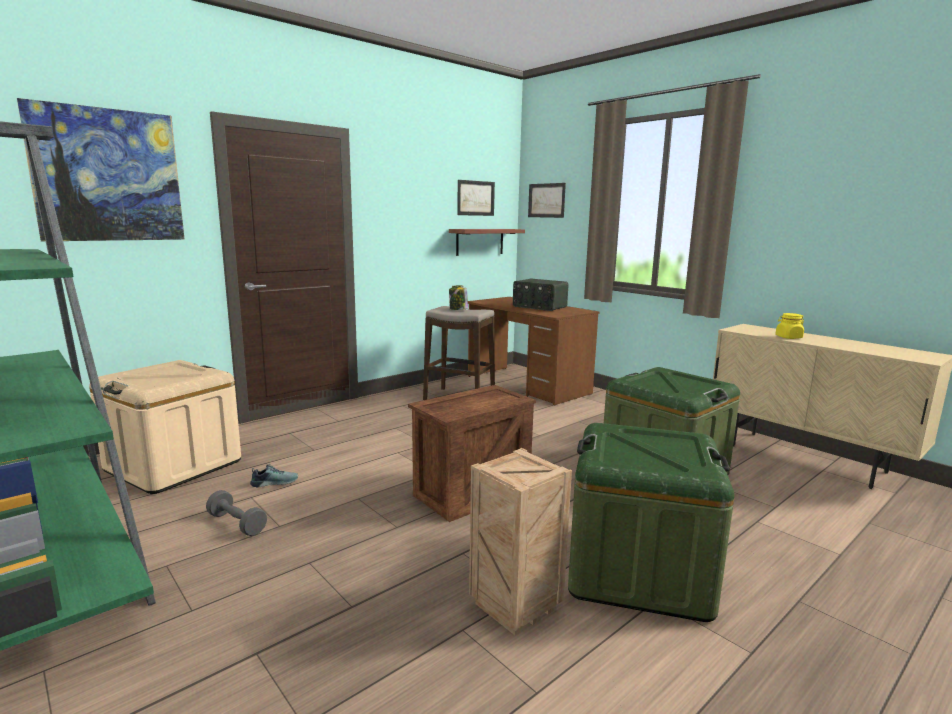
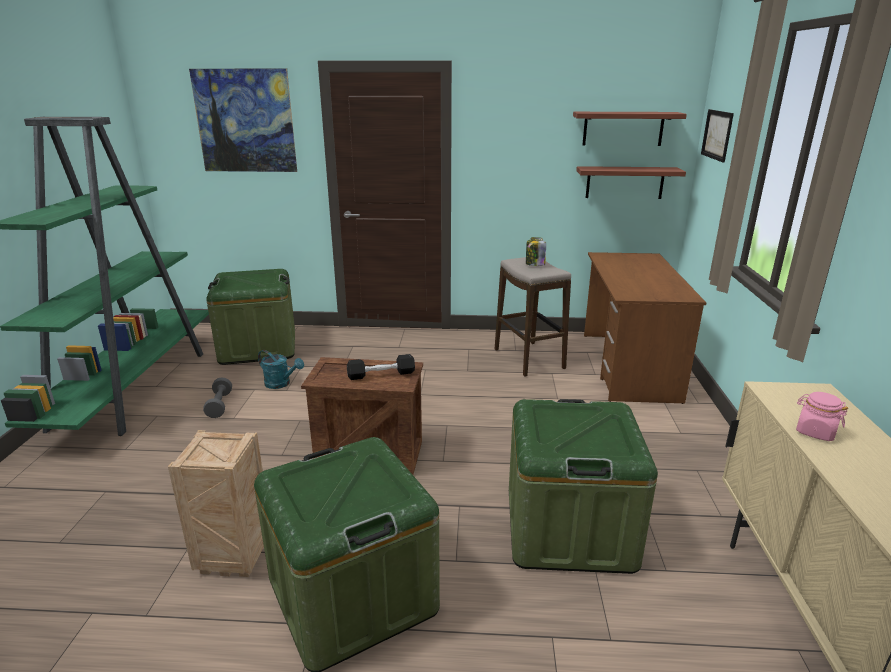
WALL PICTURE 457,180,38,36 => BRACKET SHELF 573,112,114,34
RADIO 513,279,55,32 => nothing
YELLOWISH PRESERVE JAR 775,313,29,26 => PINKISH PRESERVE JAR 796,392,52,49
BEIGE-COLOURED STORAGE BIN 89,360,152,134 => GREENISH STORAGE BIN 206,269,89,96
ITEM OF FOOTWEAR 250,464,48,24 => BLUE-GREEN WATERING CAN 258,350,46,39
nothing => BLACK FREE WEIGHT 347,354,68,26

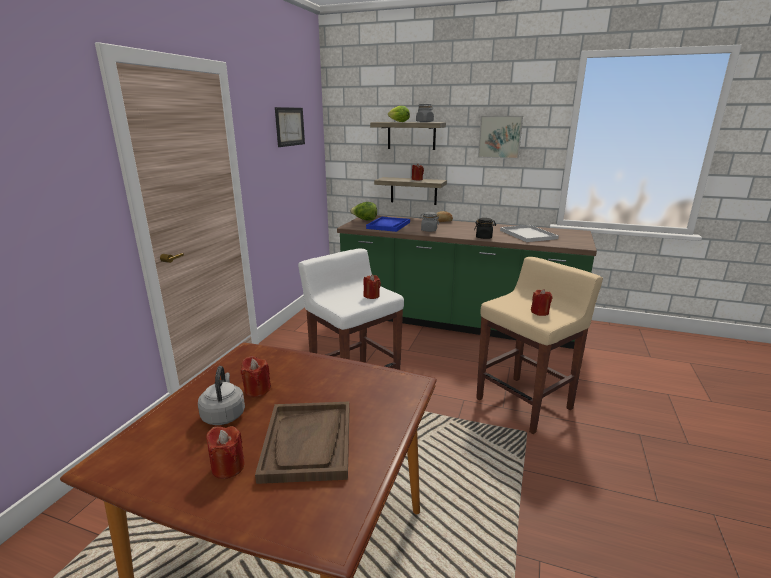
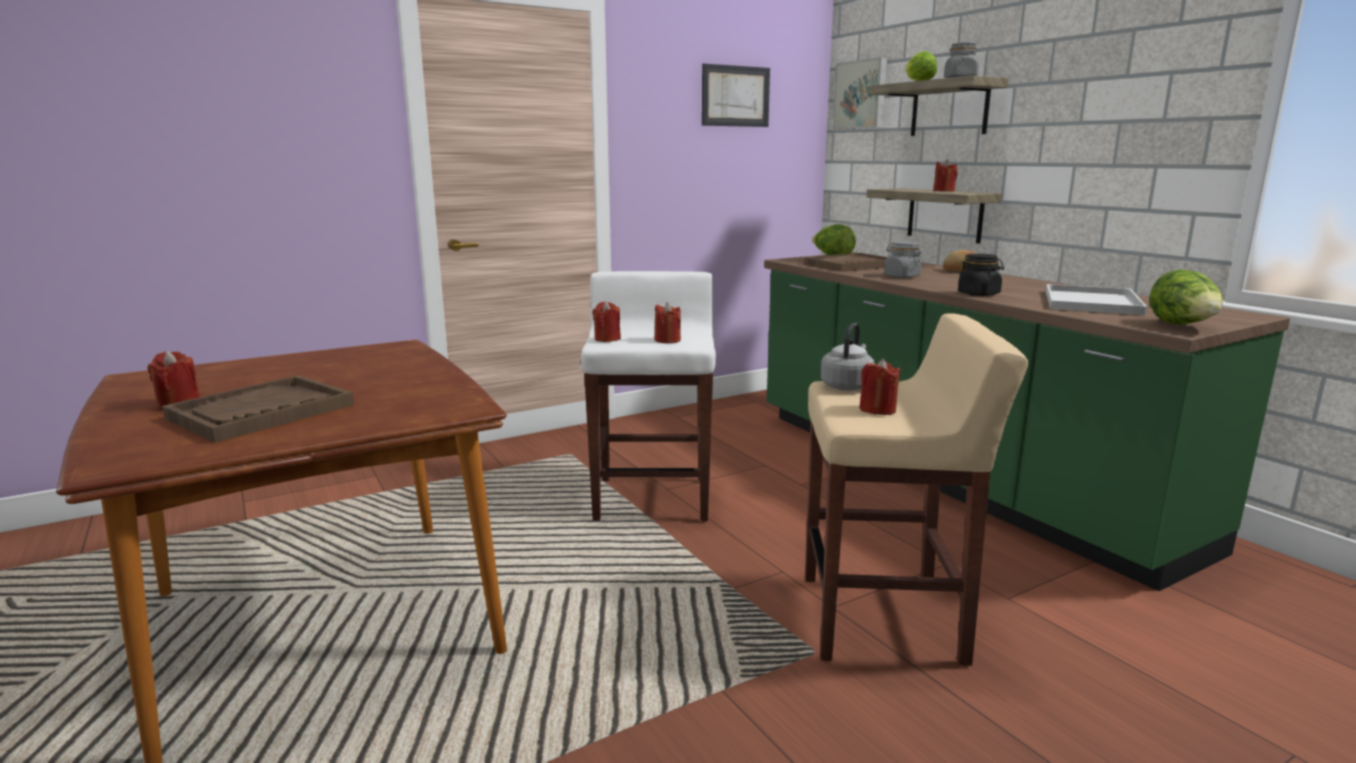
WALL PICTURE 478,116,45,43 => WALL PICTURE 832,57,55,72, moved
BLUE-COLOURED SERVING TRAY 366,217,44,15 => BROWN SERVING TRAY 804,253,84,19
RED WAX LIGHT 241,356,30,41 => RED WAX LIGHT 593,301,28,41, moved
GREY TEA KETTLE 198,366,47,59 => GREY TEA KETTLE 820,323,55,68, moved
nothing => LETTUCE 1150,269,73,56

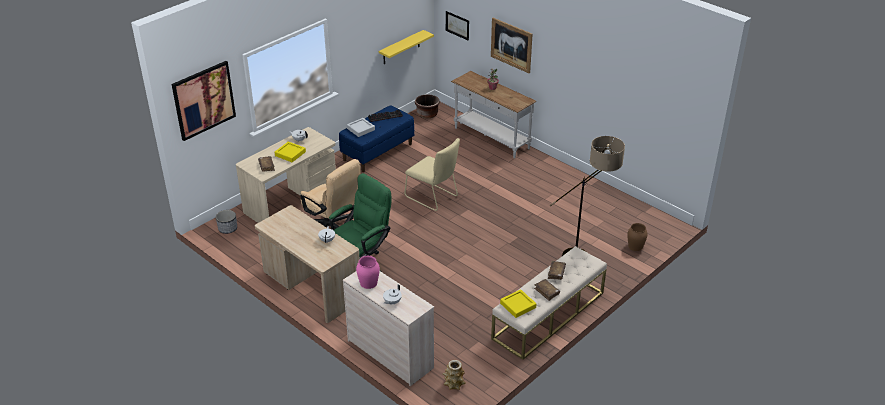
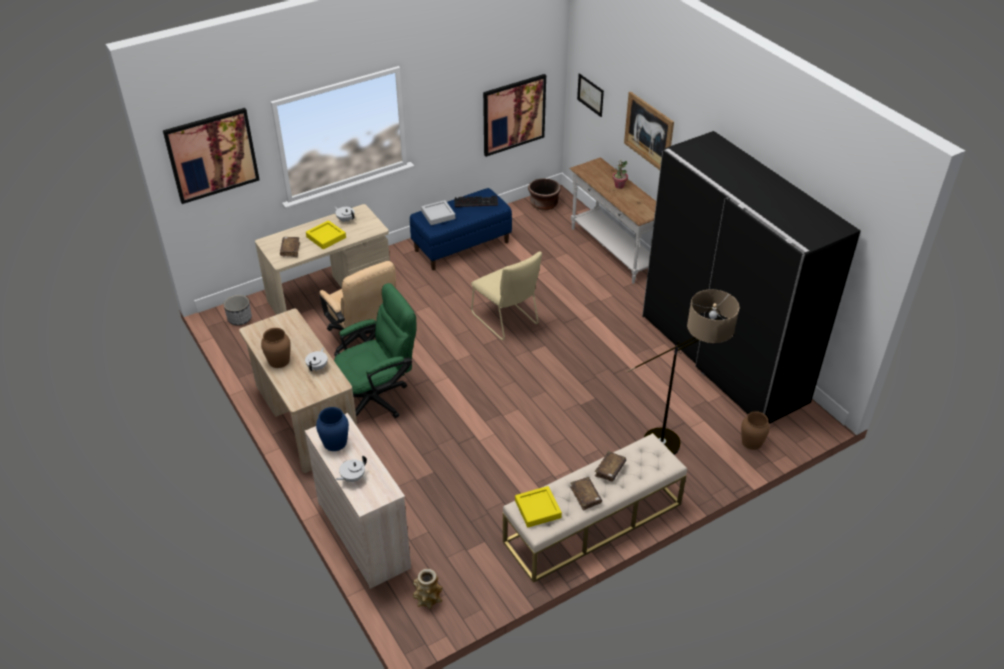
YELLOWISH BRACKET SHELF 379,30,55,34 => WALL PICTURE 483,74,63,83
PINKISH FLOWER VASE 356,256,24,33 => BLUE-COLOURED FLOWER VASE 316,407,33,44
nothing => BLACK ARMOIRE 642,131,219,293
nothing => BROWN FLOWER VASE 261,328,30,40

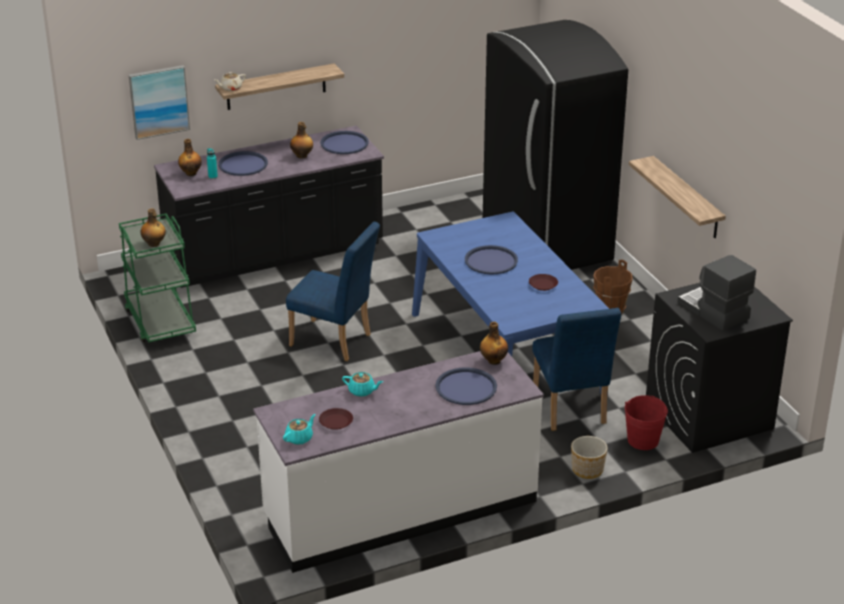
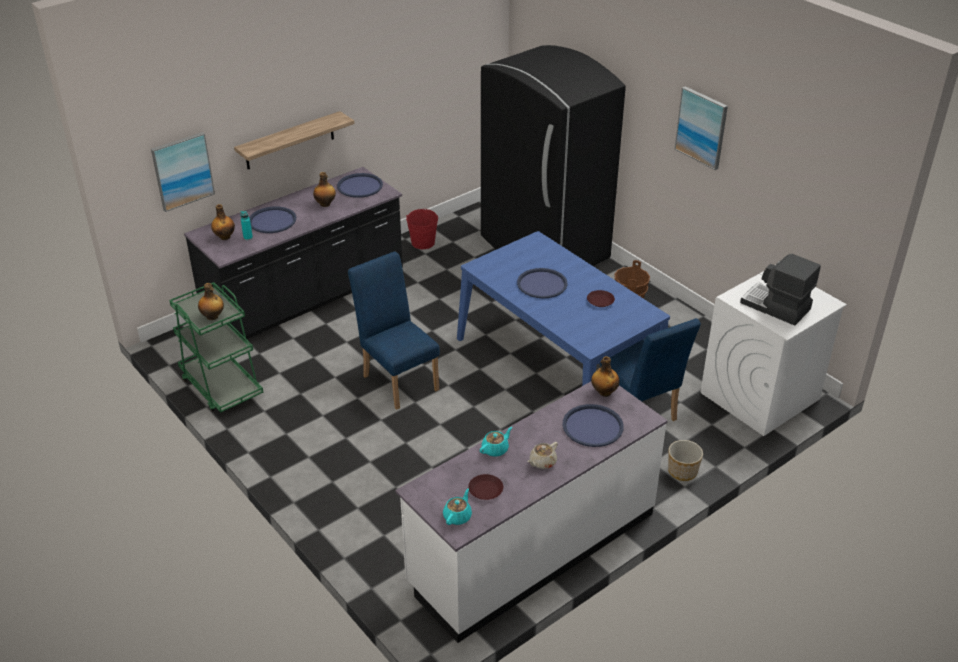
BEIGE-COLOURED POT FOR TEA 214,72,32,19 => BEIGE-COLOURED POT FOR TEA 528,442,30,27, moved
BRACKET SHELF 629,156,97,82 => nothing
BLUE-COLOURED UPRIGHT CHAIR 286,222,94,139 => BLUE-COLOURED UPRIGHT CHAIR 348,251,92,159, 135 degrees counterclockwise
BLACK LAUNDRY APPLIANCE 646,283,147,170 => WHITE LAUNDRY APPLIANCE 700,271,147,165
BLUE-GREEN POT FOR TEA 342,372,41,25 => BLUE-GREEN POT FOR TEA 480,427,32,30, 45 degrees counterclockwise
RED PAIL 625,395,43,55 => RED PAIL 406,209,32,40, moved
nothing => WALL PICTURE 675,86,53,84

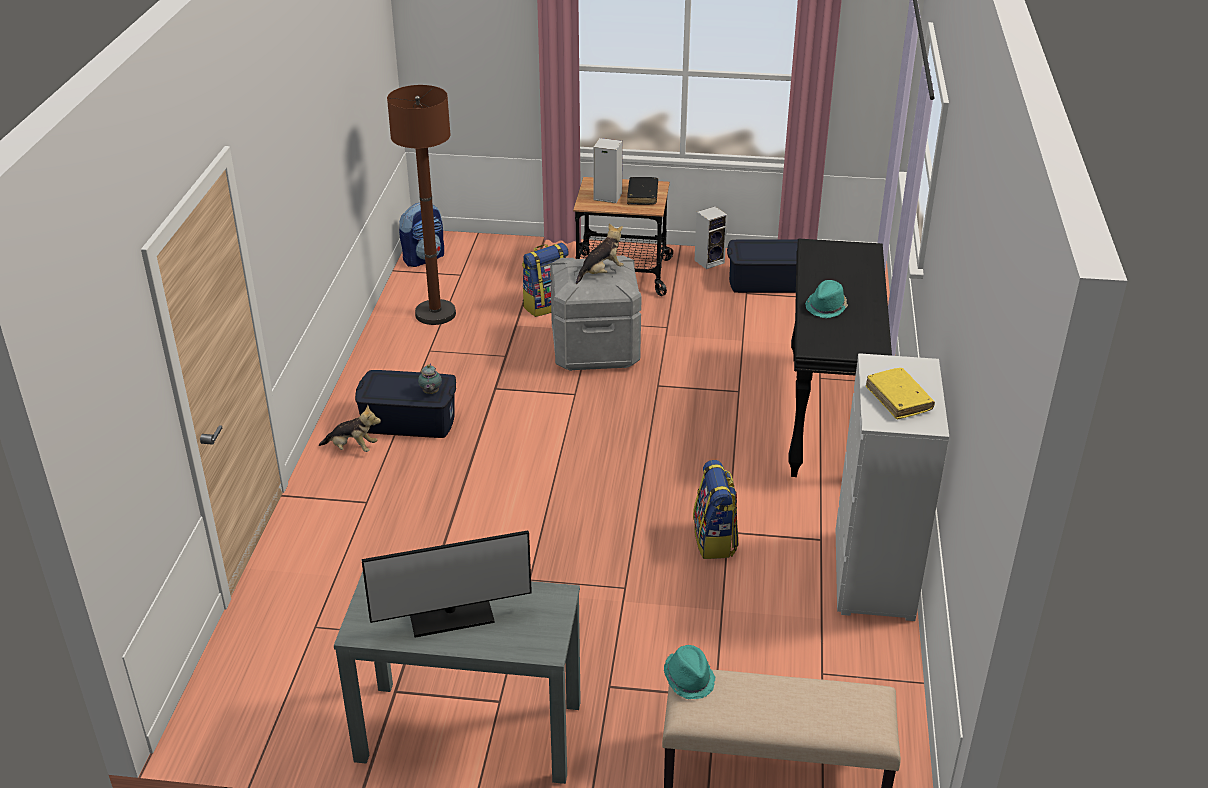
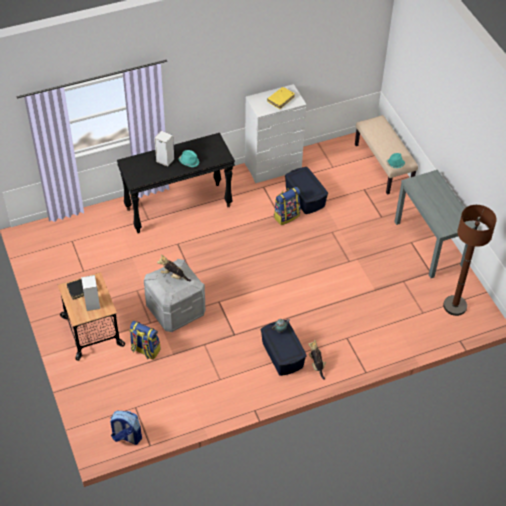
BROWN FLOOR LAMP 387,85,69,240 => BROWN FLOOR LAMP 443,205,54,111, moved
SPEAKER 694,206,33,63 => SPEAKER 155,130,19,37, moved
BLUE-COLOURED STORAGE BIN 727,239,71,54 => BLUE-COLOURED STORAGE BIN 285,167,43,47, moved
COMPUTER SCREEN 361,530,171,108 => nothing

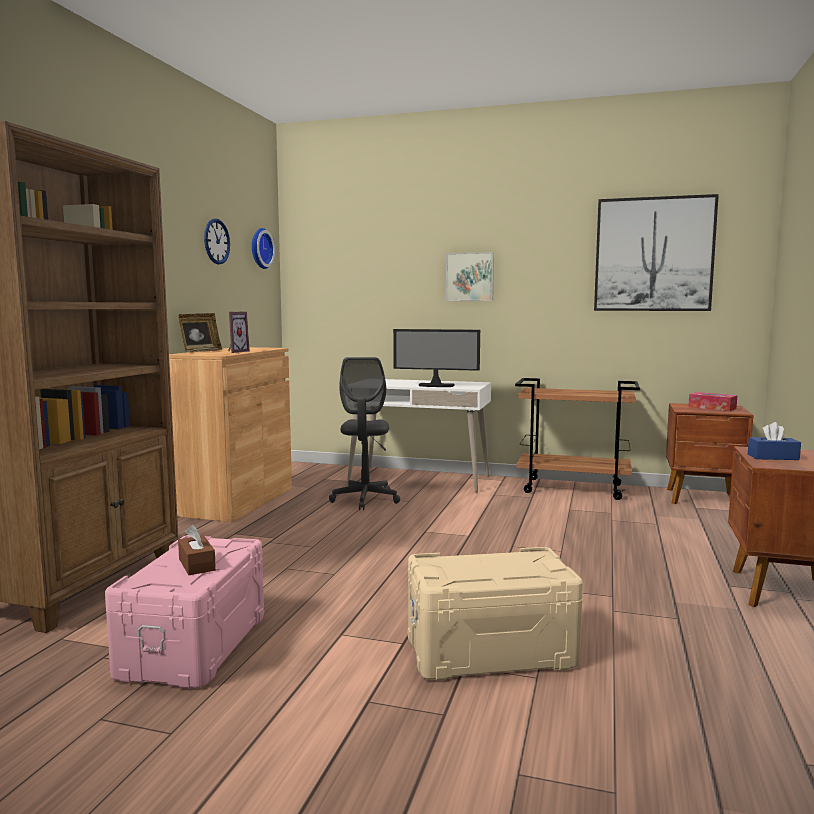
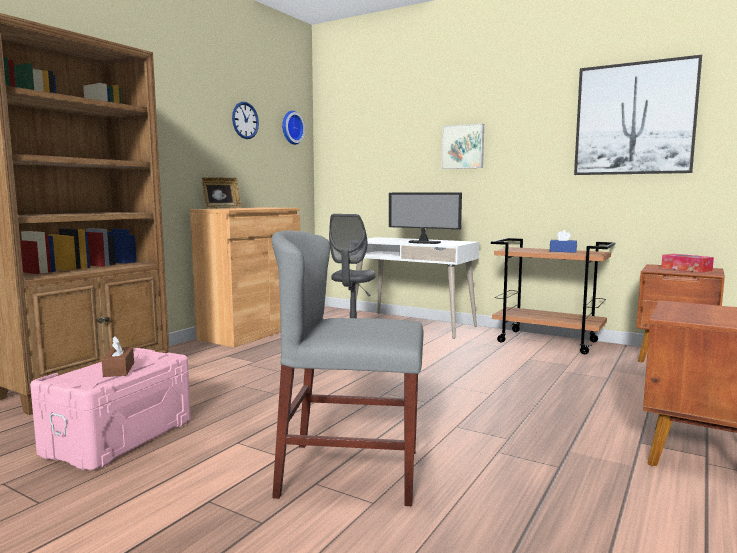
PICTURE FRAME 228,312,22,41 => nothing
BLUE-COLOURED TISSUE BOX 748,422,53,38 => BLUE-COLOURED TISSUE BOX 550,230,27,23, moved
BEIGE-COLOURED STORAGE BIN 408,547,175,134 => GREY UPRIGHT CHAIR 272,230,151,276

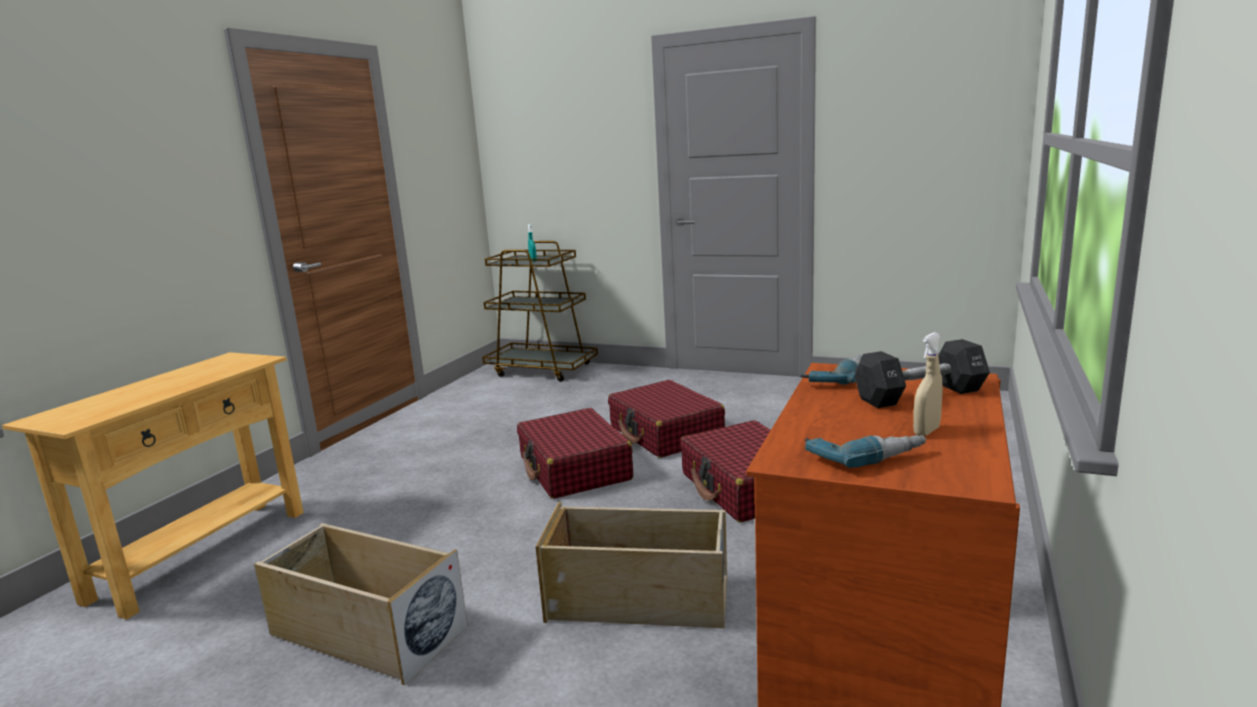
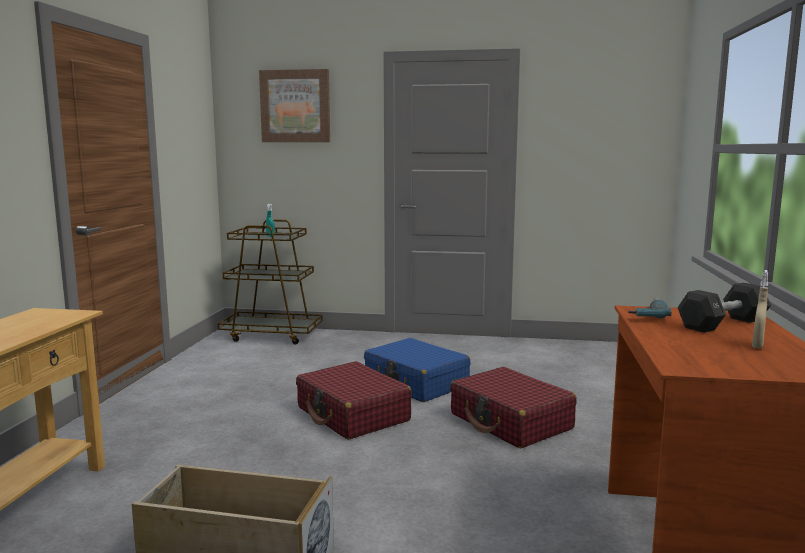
RED PIECE OF LUGGAGE 608,380,117,78 => BLUE-COLOURED PIECE OF LUGGAGE 364,338,106,64
POWER DRILL 805,435,122,33 => nothing
BEIGE-COLOURED STORAGE BIN 535,502,192,126 => nothing
nothing => WALL PICTURE 259,69,71,73

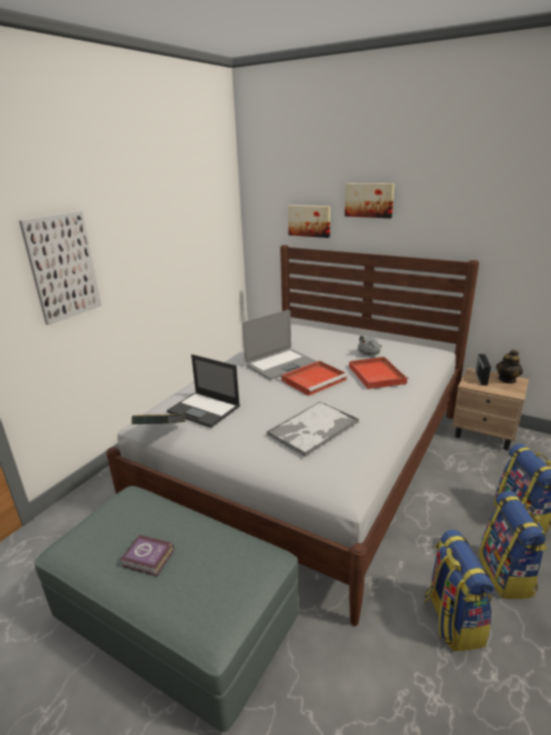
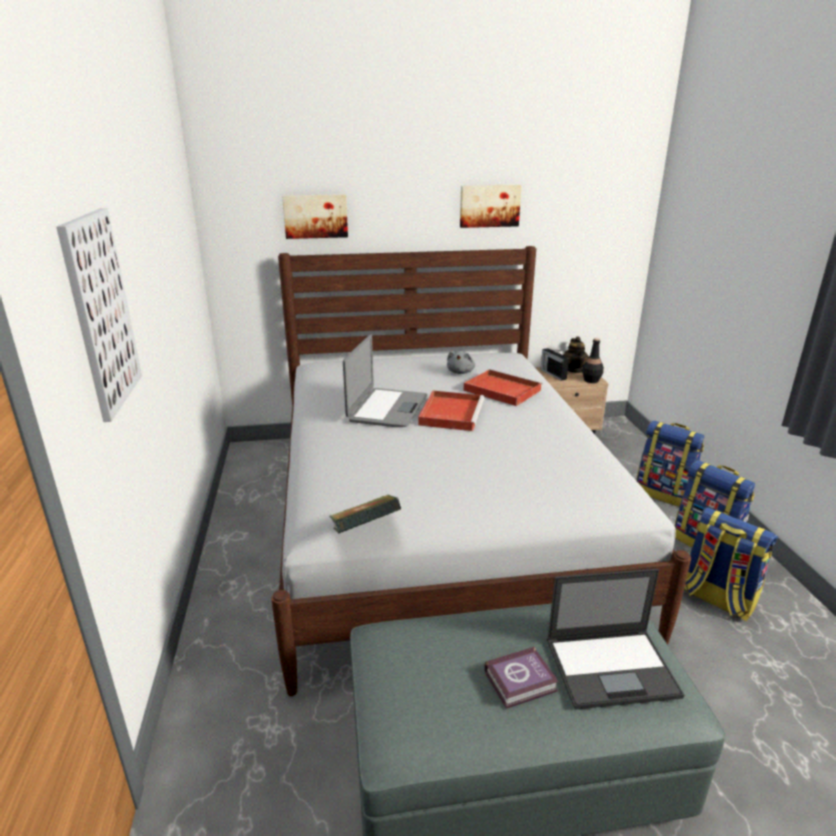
WALL PICTURE 345,183,49,35 => WALL PICTURE 460,185,62,43, moved
PORTABLE COMPUTER 167,354,73,74 => PORTABLE COMPUTER 547,569,137,141, moved
SERVING TRAY 267,401,92,56 => nothing
nothing => BLACK BEVERAGE BOTTLE 582,338,22,45

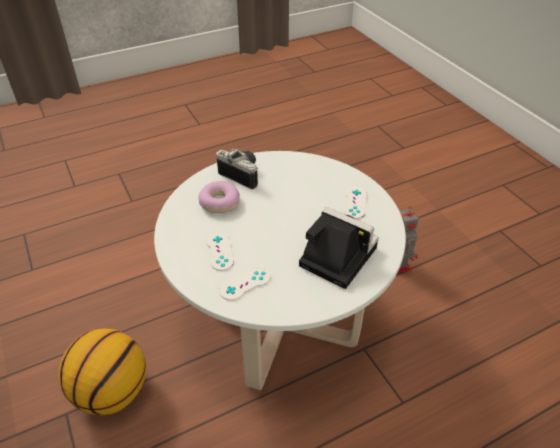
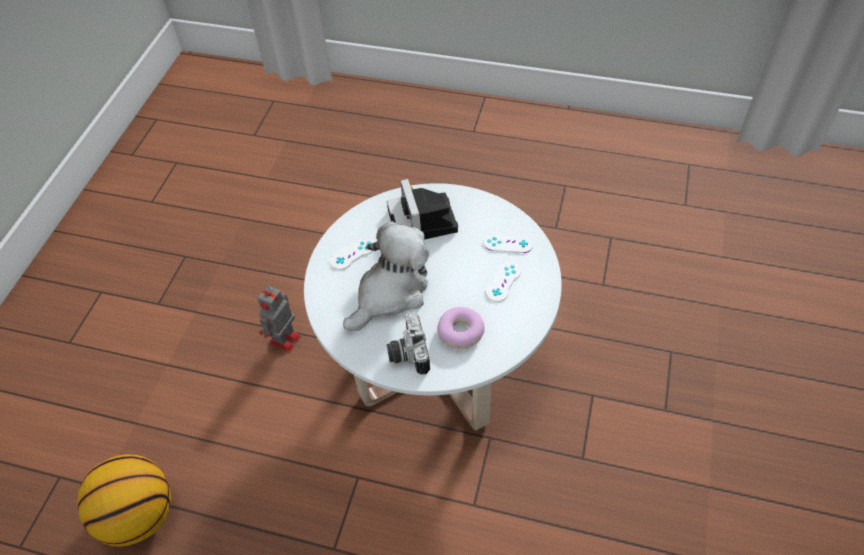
BASKETBALL BALL 58,329,88,86 => BASKETBALL BALL 77,454,94,93, moved
nothing => SOFT TOY 343,221,86,110

